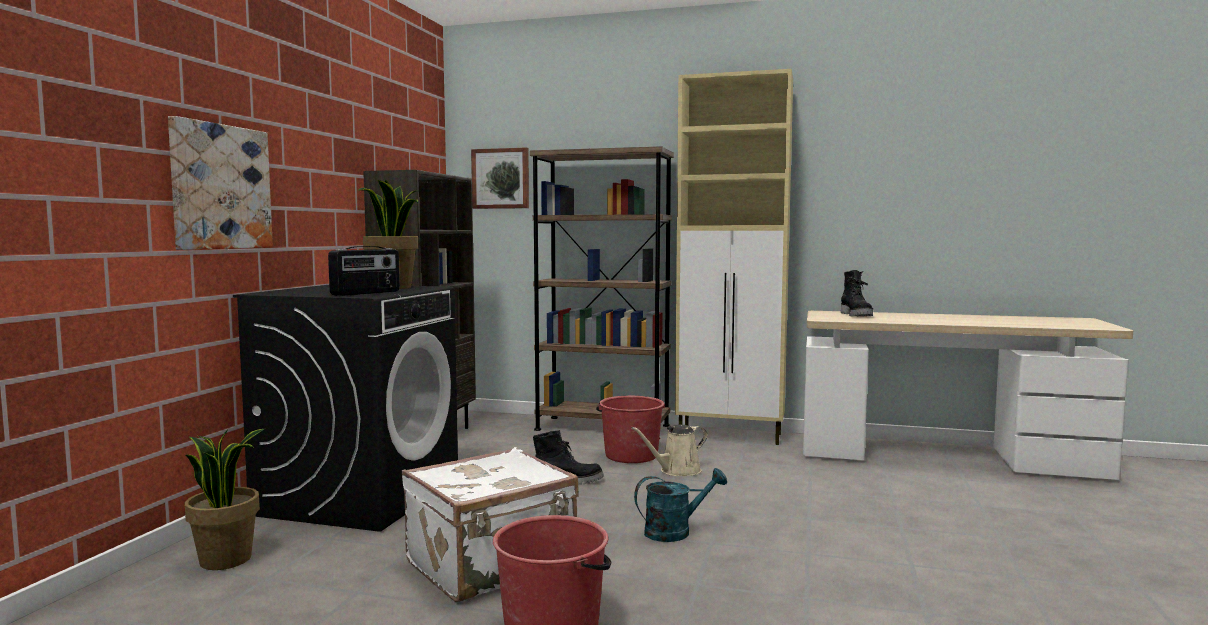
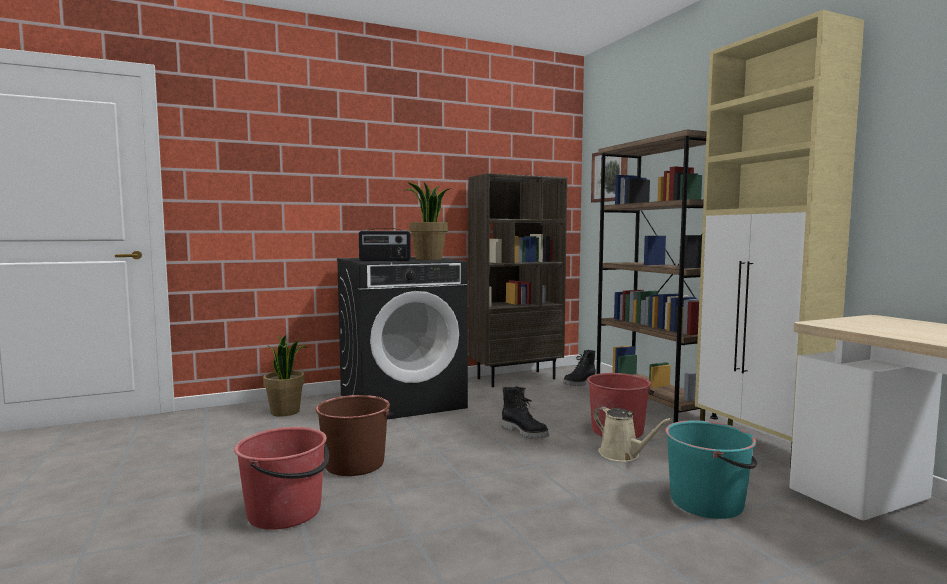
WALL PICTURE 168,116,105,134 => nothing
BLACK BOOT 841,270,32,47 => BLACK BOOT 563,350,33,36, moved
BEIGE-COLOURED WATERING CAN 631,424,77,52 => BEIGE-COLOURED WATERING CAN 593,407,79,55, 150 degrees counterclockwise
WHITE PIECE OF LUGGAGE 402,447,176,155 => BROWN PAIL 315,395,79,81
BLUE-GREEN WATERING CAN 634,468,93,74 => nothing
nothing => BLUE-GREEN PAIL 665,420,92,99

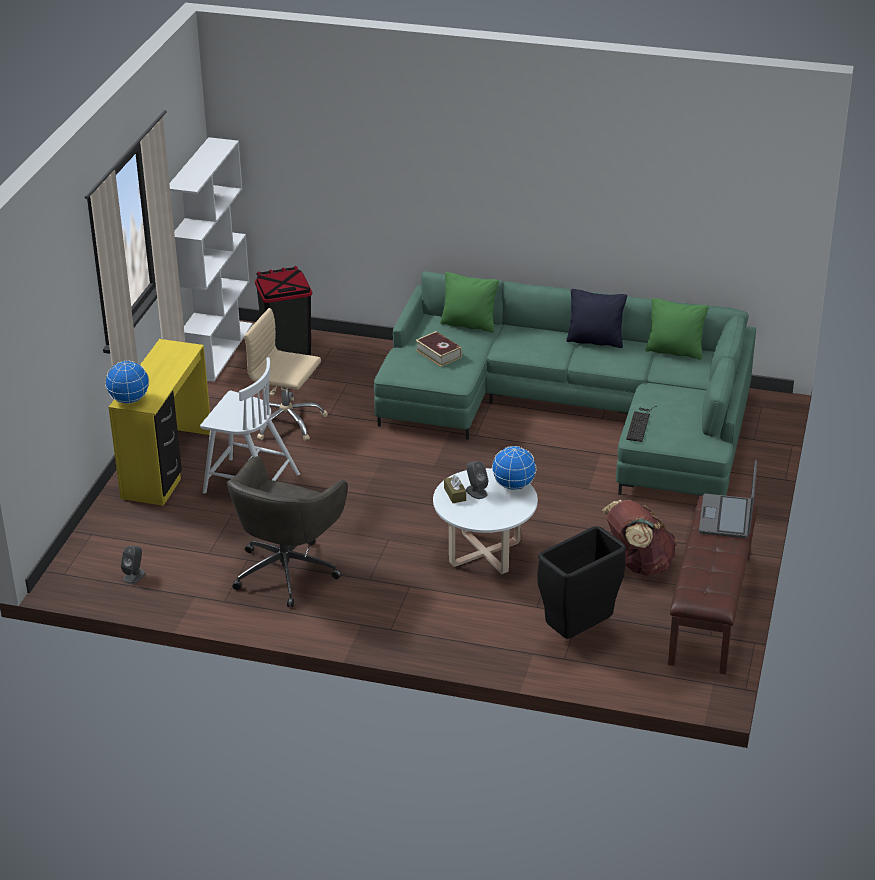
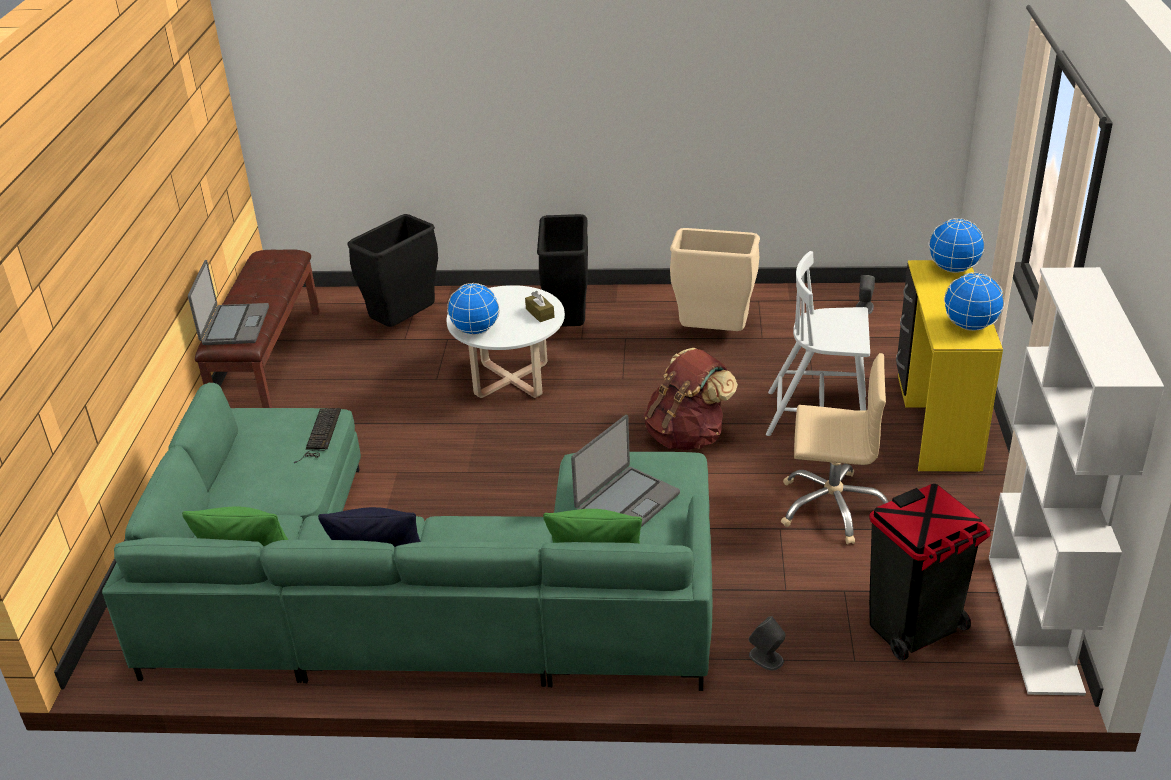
BOOK 415,331,47,36 => PORTABLE COMPUTER 571,415,109,112
GREY COMPUTER CHAIR 226,456,122,151 => BEIGE-COLOURED RUBBISH BIN 670,228,90,103
GREY SPEAKER 466,461,23,38 => GREY SPEAKER 749,616,37,55, moved
BROWN RUCKSACK 602,500,75,75 => BROWN RUCKSACK 644,348,94,102, moved
nothing => BLACK RUBBISH BIN 537,214,51,113
nothing => WORLD GLOBE 944,272,60,59

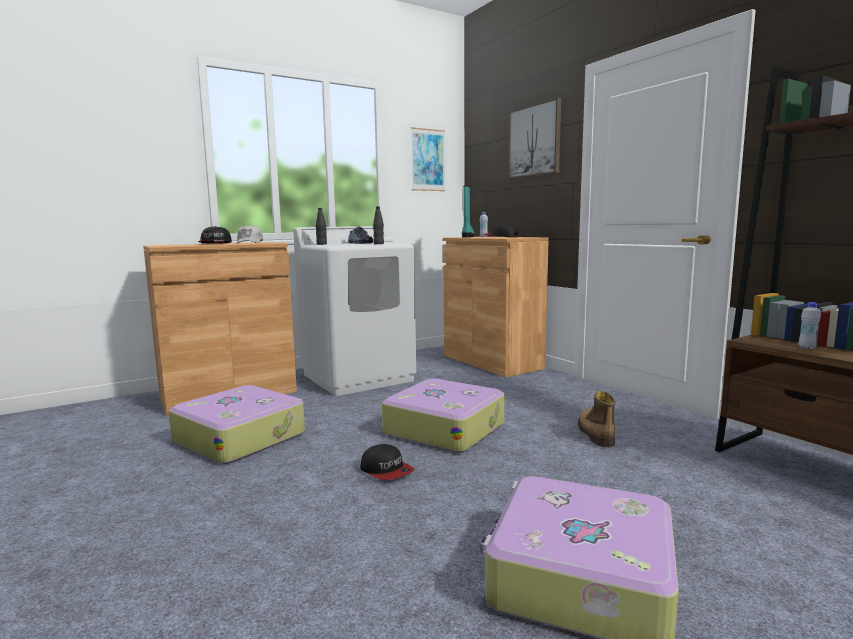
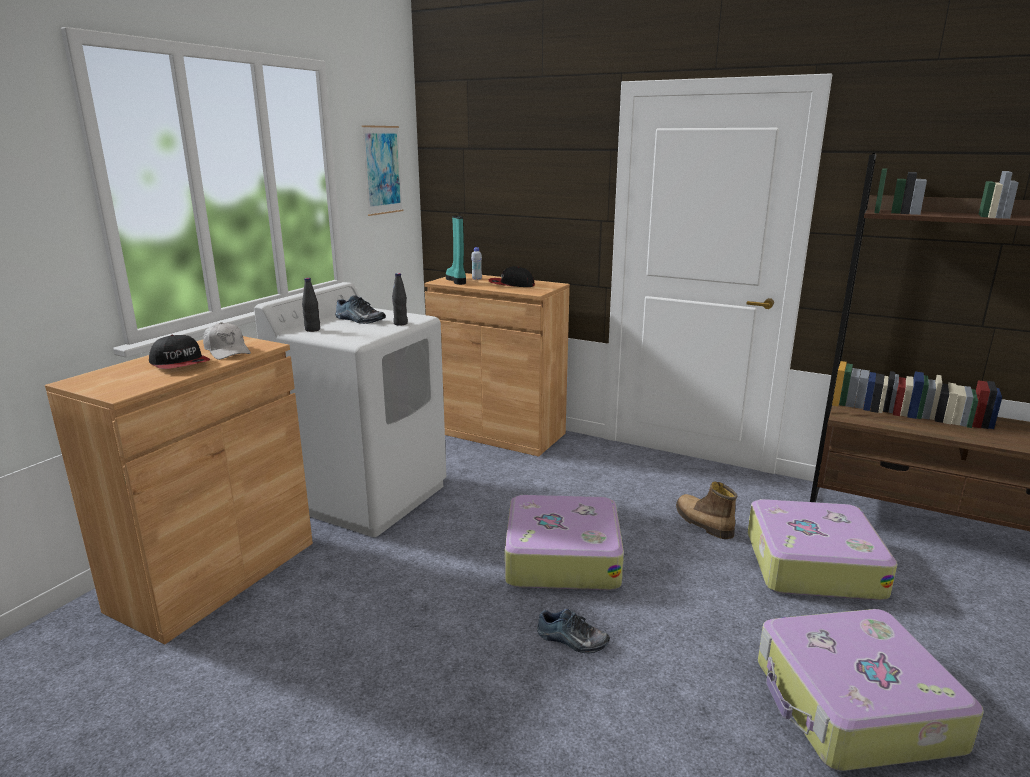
WALL PICTURE 508,97,53,82 => nothing
WHITE BEVERAGE BOTTLE 799,302,22,47 => nothing
PIECE OF LUGGAGE 169,385,136,79 => PIECE OF LUGGAGE 748,499,150,101, moved
CAP 360,444,54,36 => ITEM OF FOOTWEAR 537,608,73,46

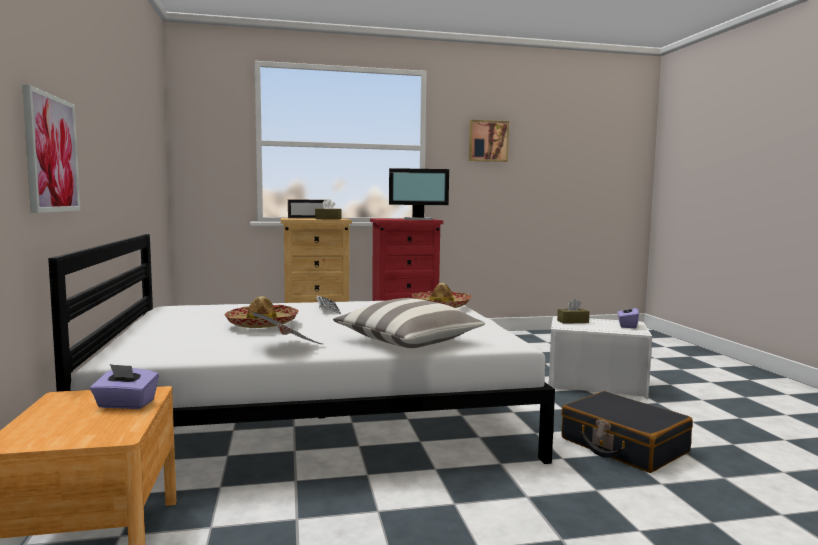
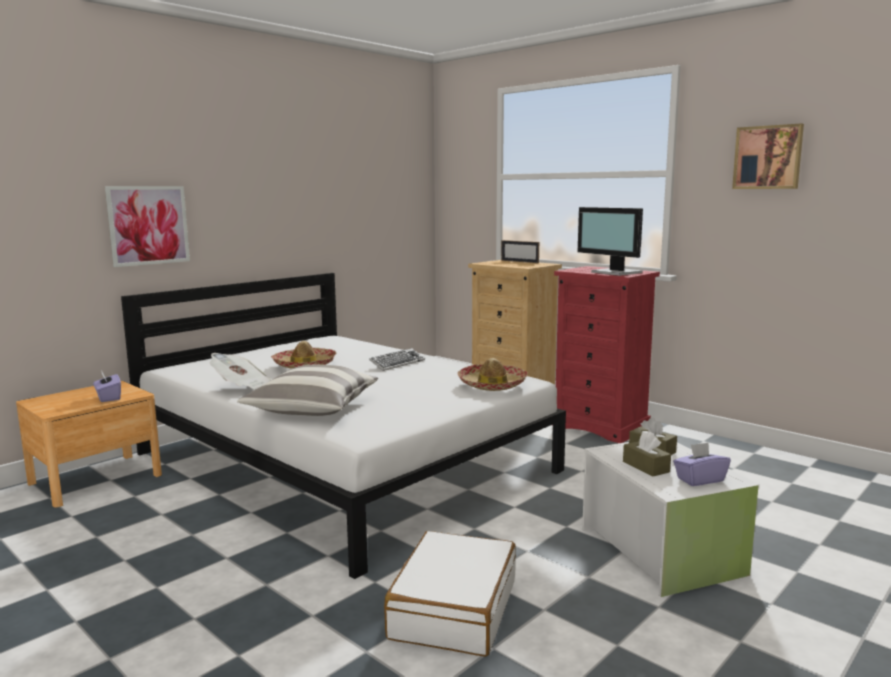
BROWN TISSUE BOX 315,199,26,21 => BROWN TISSUE BOX 623,431,48,46, moved
BLACK PIECE OF LUGGAGE 561,391,132,82 => WHITE PIECE OF LUGGAGE 384,531,132,126

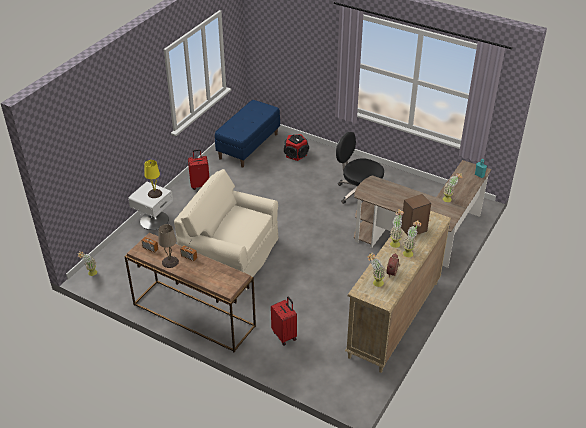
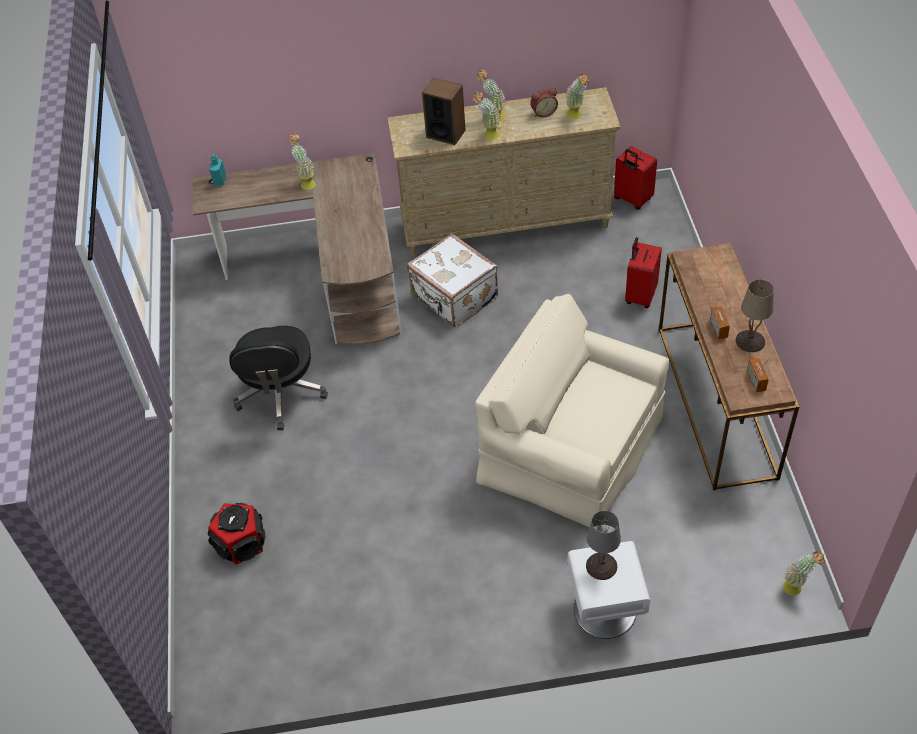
BLUE-COLOURED INDOOR BENCH 215,100,65,68 => nothing
RED PIECE OF LUGGAGE 188,149,21,41 => RED PIECE OF LUGGAGE 614,146,43,64, moved
YELLOWISH LAMP FOR A TABLE 145,160,17,38 => GREY LAMP FOR A TABLE 586,511,35,69
BEIGE-COLOURED LOUNGE CHAIR 174,169,104,121 => BEIGE-COLOURED LOUNGE CHAIR 475,294,194,236, 135 degrees clockwise
nothing => WHITE PIECE OF LUGGAGE 407,233,91,95

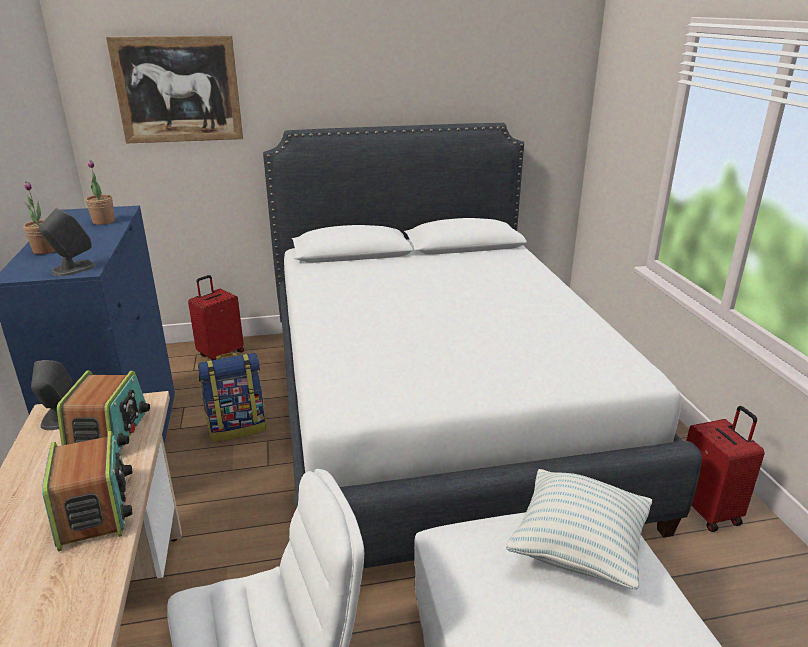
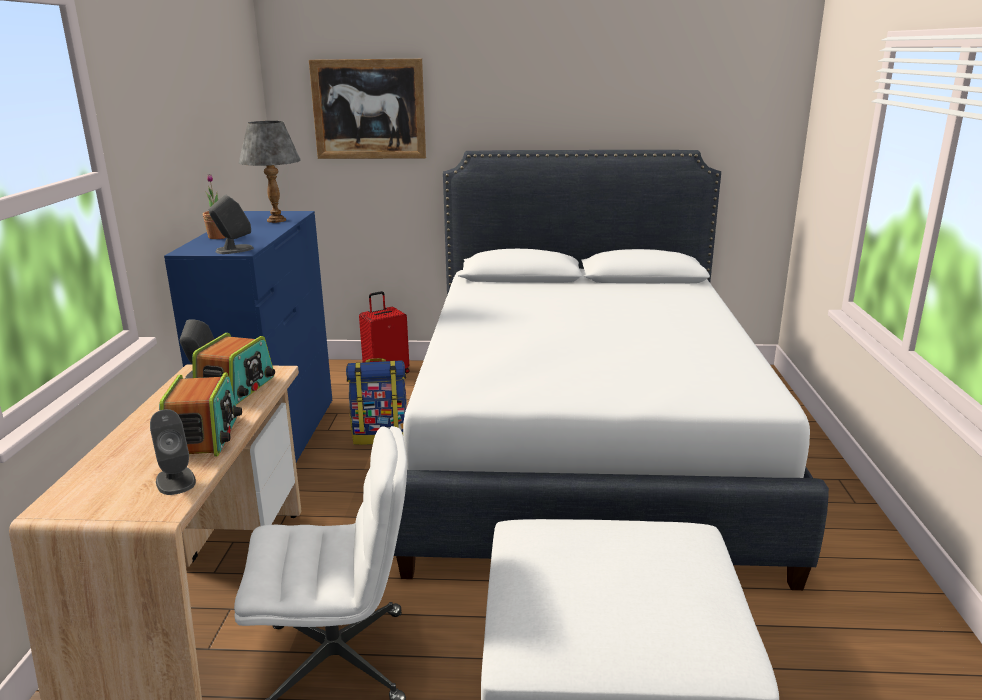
PLANT IN A POT 85,160,30,65 => GREY LAMP FOR A TABLE 239,121,62,102
RED PIECE OF LUGGAGE 686,406,79,126 => nothing
THROW PILLOW 506,469,146,120 => nothing
nothing => GREY SPEAKER 150,409,46,86

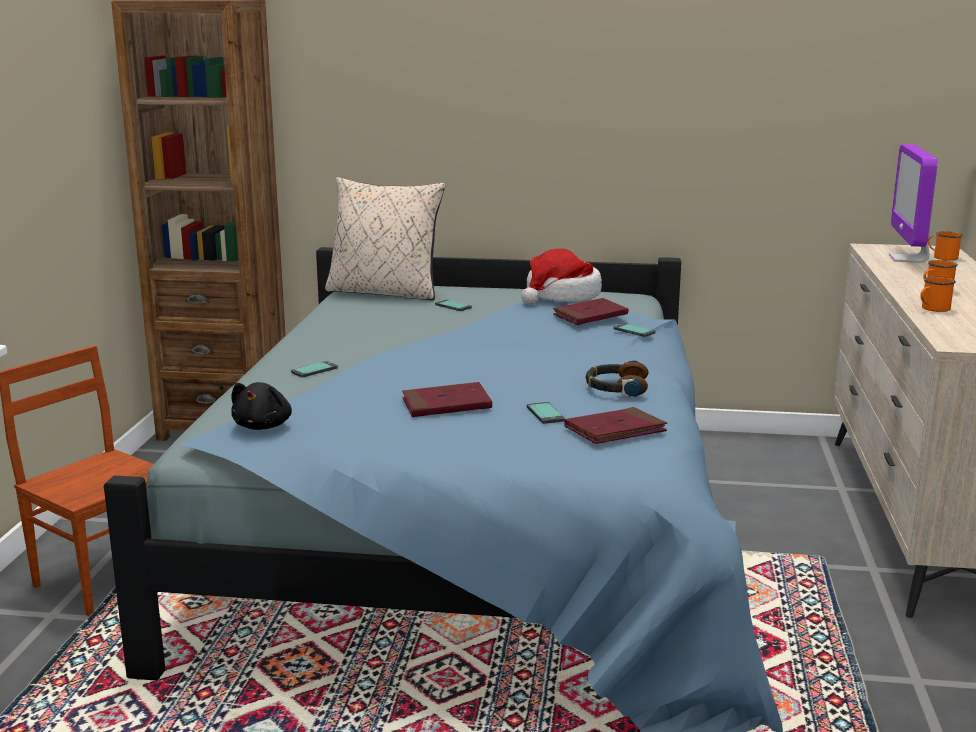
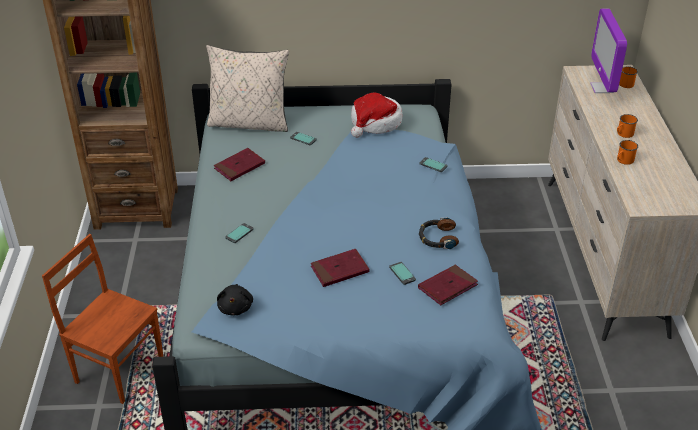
RED BOOK 553,298,75,27 => RED BOOK 214,148,51,33, moved

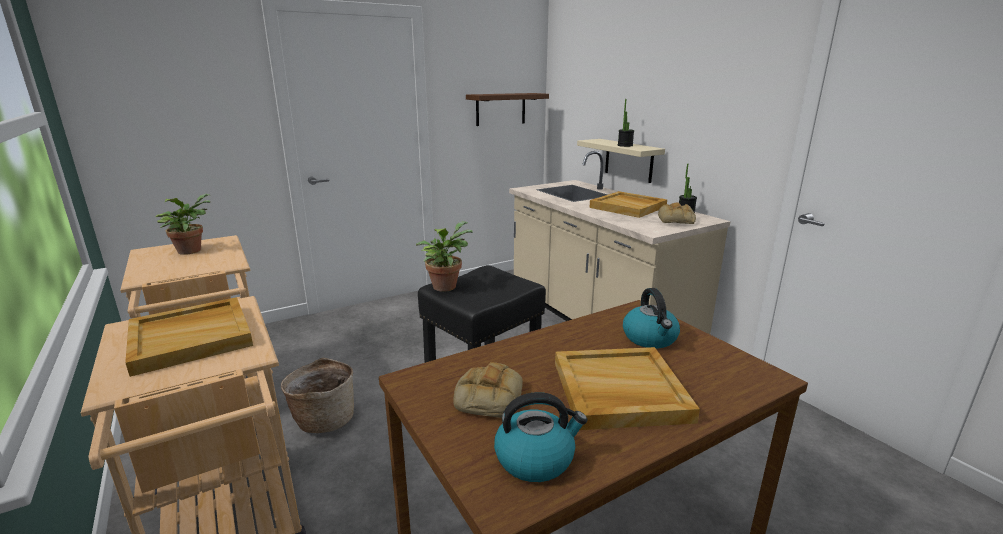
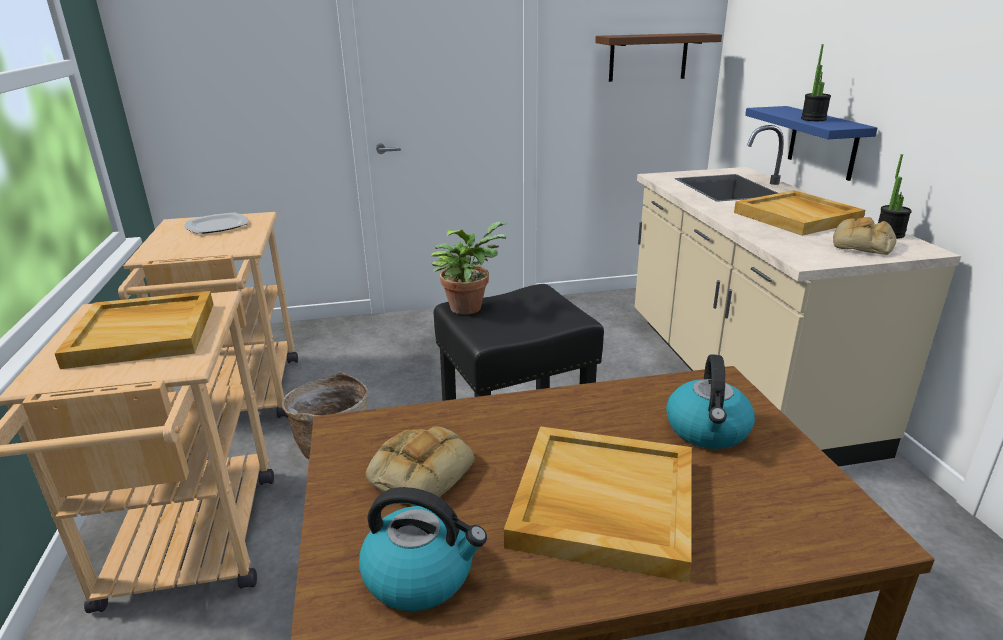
BEIGE-COLOURED BRACKET SHELF 577,139,88,44 => BLUE-COLOURED BRACKET SHELF 745,106,132,75
PLANT IN A POT 156,194,54,61 => DINNER PLATE 184,212,64,22

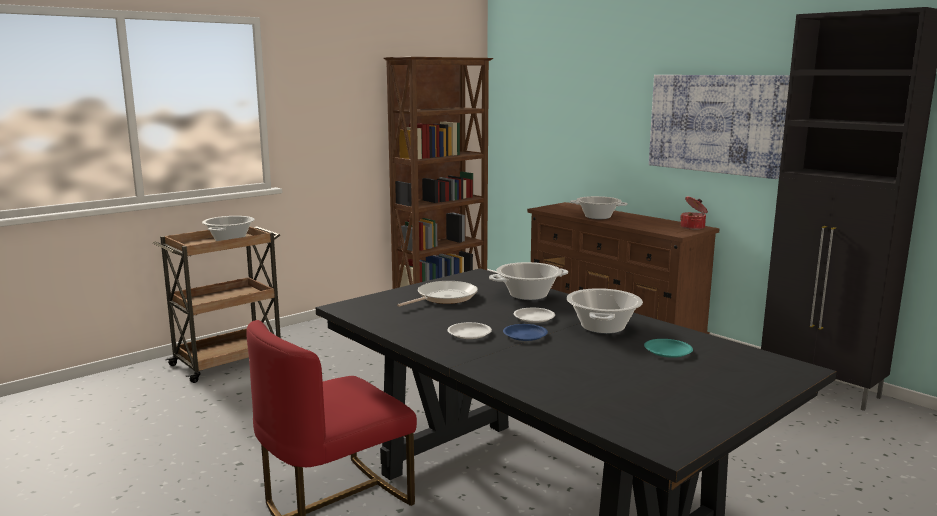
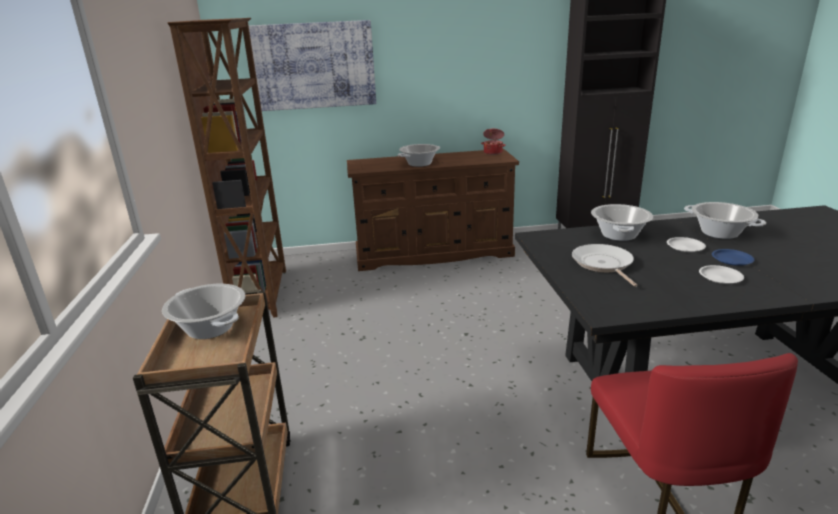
WALL PICTURE 649,75,141,104 => WALL PICTURE 248,20,128,91, moved
BLUE-GREEN DINNER PLATE 644,339,49,19 => nothing

